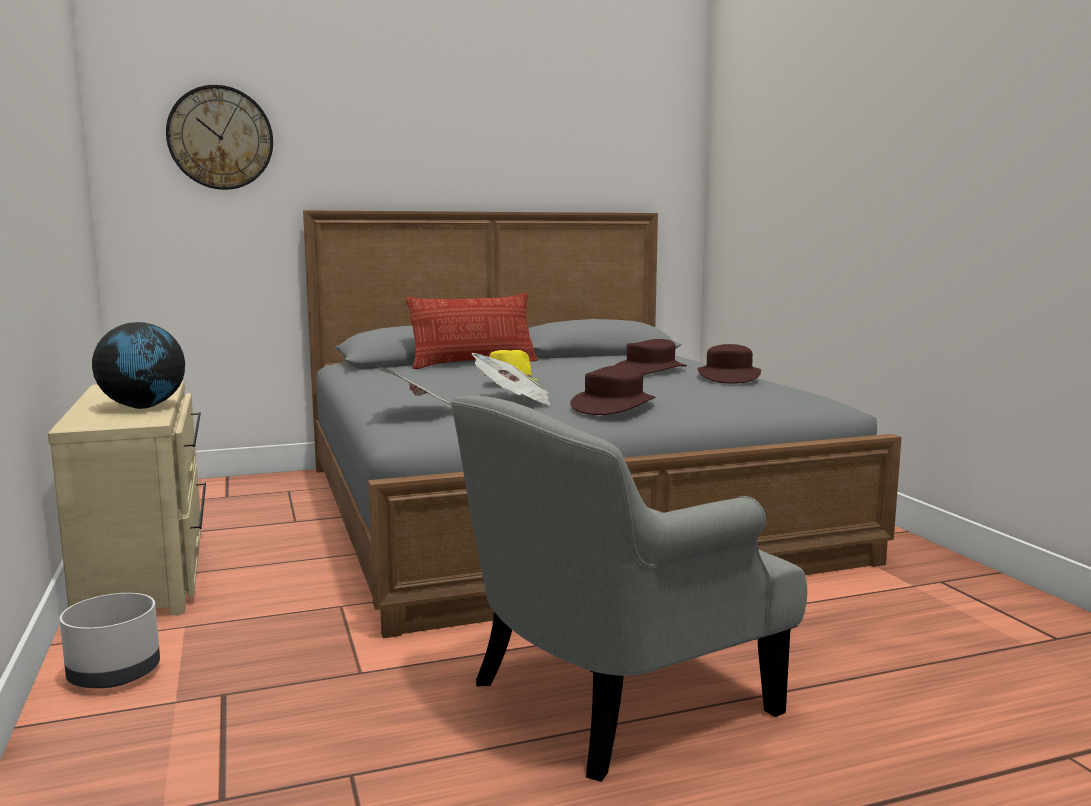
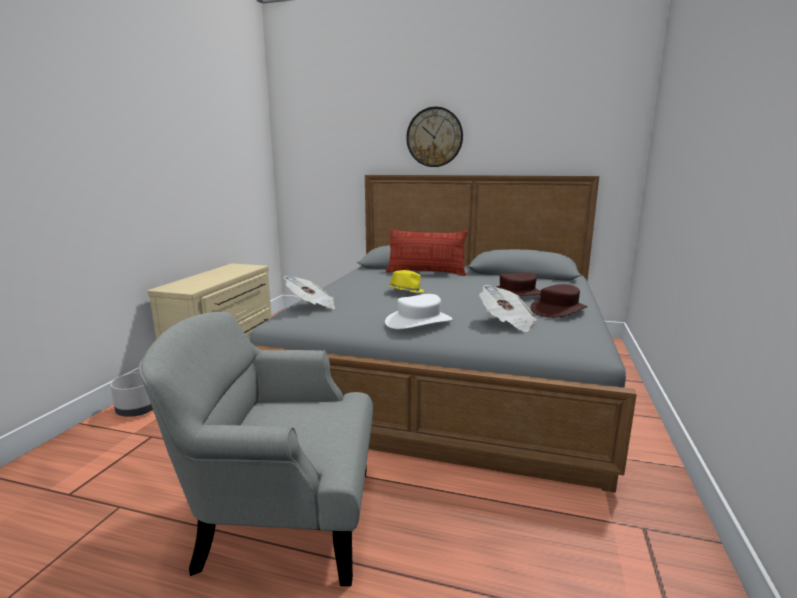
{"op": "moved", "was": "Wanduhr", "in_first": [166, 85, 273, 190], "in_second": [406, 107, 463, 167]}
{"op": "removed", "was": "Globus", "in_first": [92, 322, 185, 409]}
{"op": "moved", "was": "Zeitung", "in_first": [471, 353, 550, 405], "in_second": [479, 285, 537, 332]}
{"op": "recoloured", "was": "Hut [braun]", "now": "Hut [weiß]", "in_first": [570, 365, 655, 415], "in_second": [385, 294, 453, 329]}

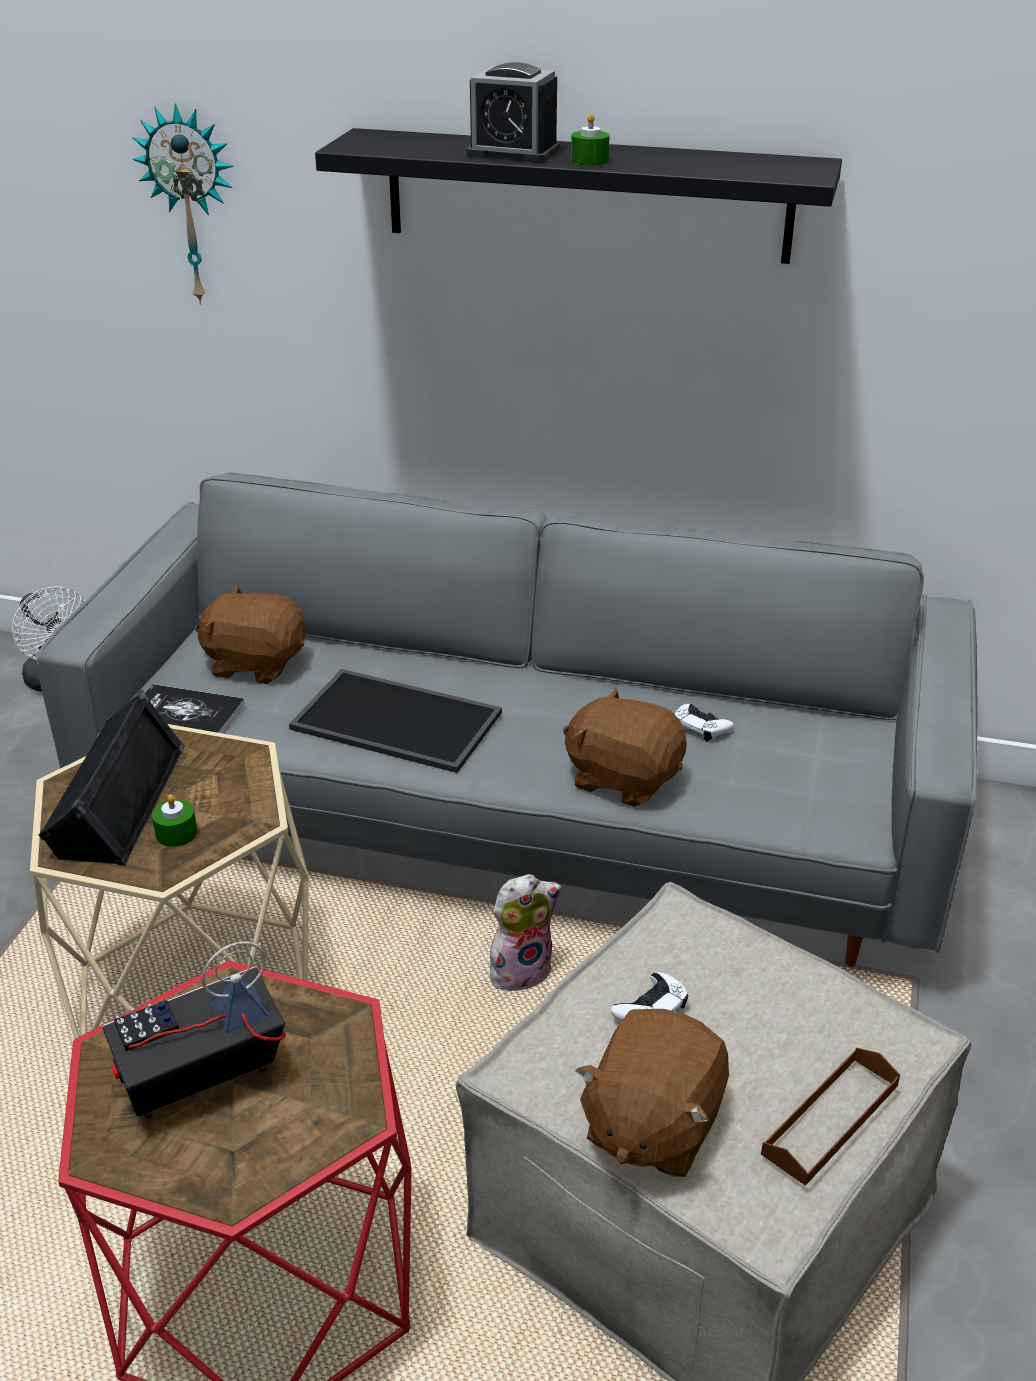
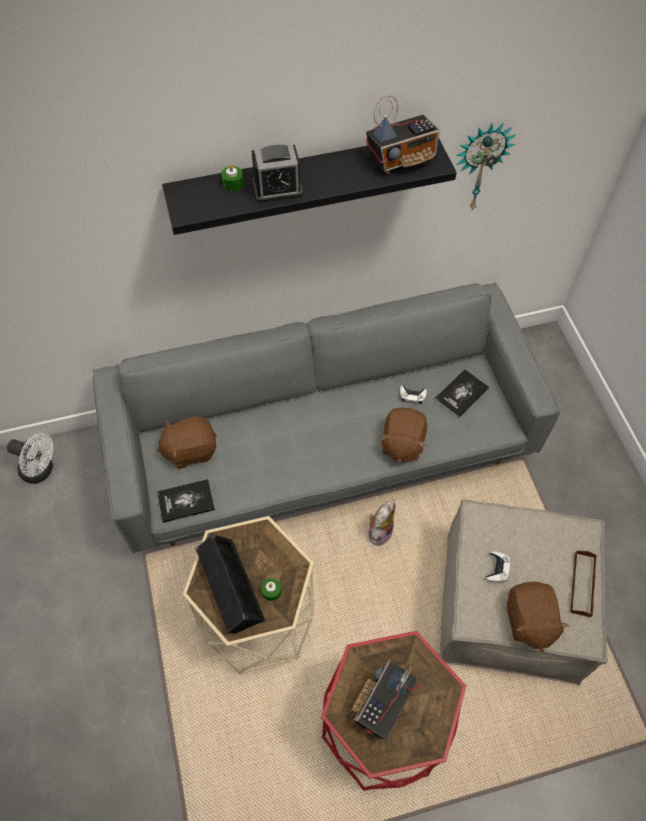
{"op": "moved", "was": "Wanduhr", "in_first": [132, 103, 234, 305], "in_second": [456, 124, 515, 210]}
{"op": "moved", "was": "Kerze [grün]", "in_first": [571, 113, 610, 166], "in_second": [221, 164, 244, 192]}
{"op": "removed", "was": "Tablett", "in_first": [289, 669, 502, 773]}
{"op": "turned", "was": "Plüschtier [braun]", "in_first": [563, 688, 687, 807], "in_second": [380, 407, 427, 463], "clockwise": -75}
{"op": "added", "now": "Radio", "in_second": [366, 95, 440, 175]}
{"op": "added", "now": "Buch", "in_second": [434, 369, 489, 419]}

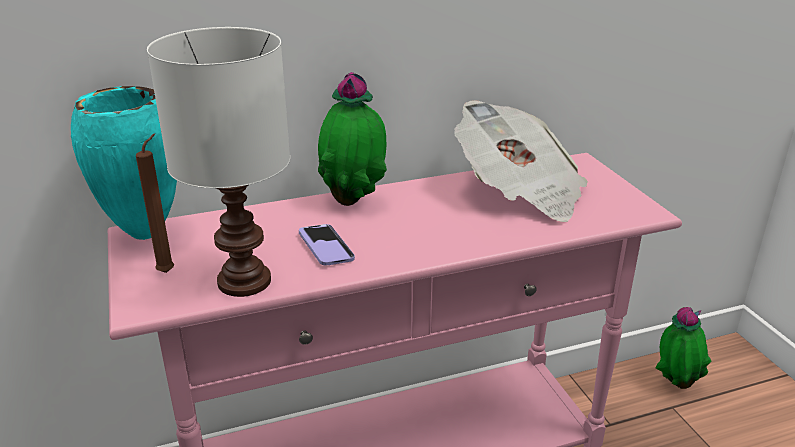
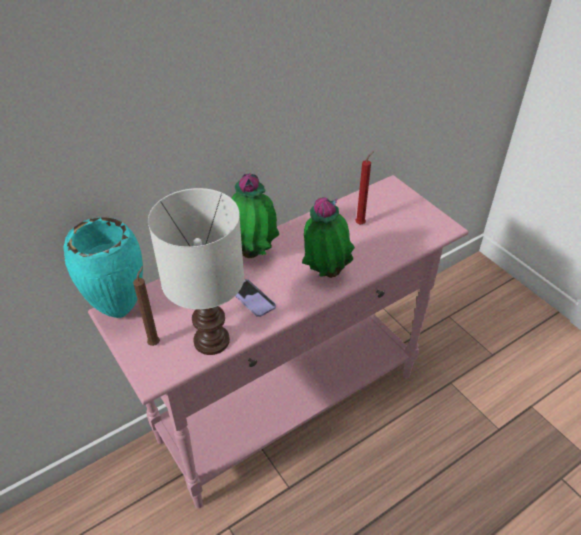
{"op": "replaced", "was": "Zeitung", "now": "Kerze [rot]", "in_first": [454, 100, 588, 222], "in_second": [355, 151, 374, 224]}
{"op": "moved", "was": "Topfpflanze", "in_first": [656, 307, 712, 389], "in_second": [302, 197, 355, 278]}

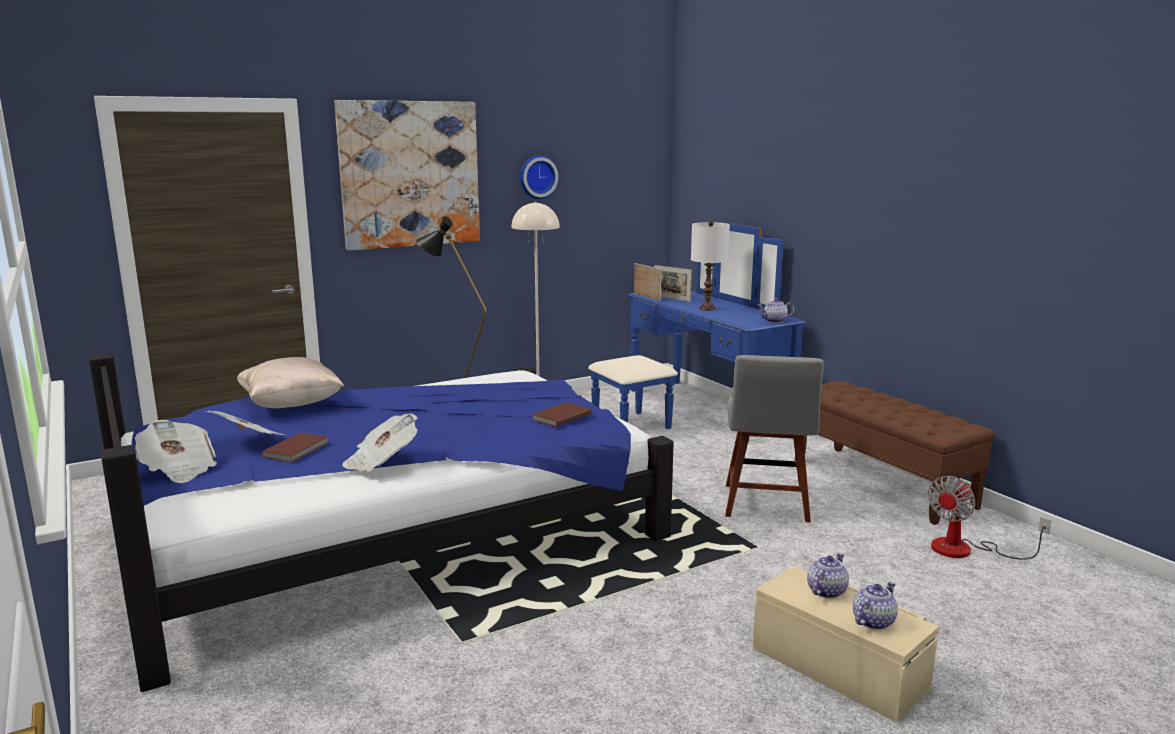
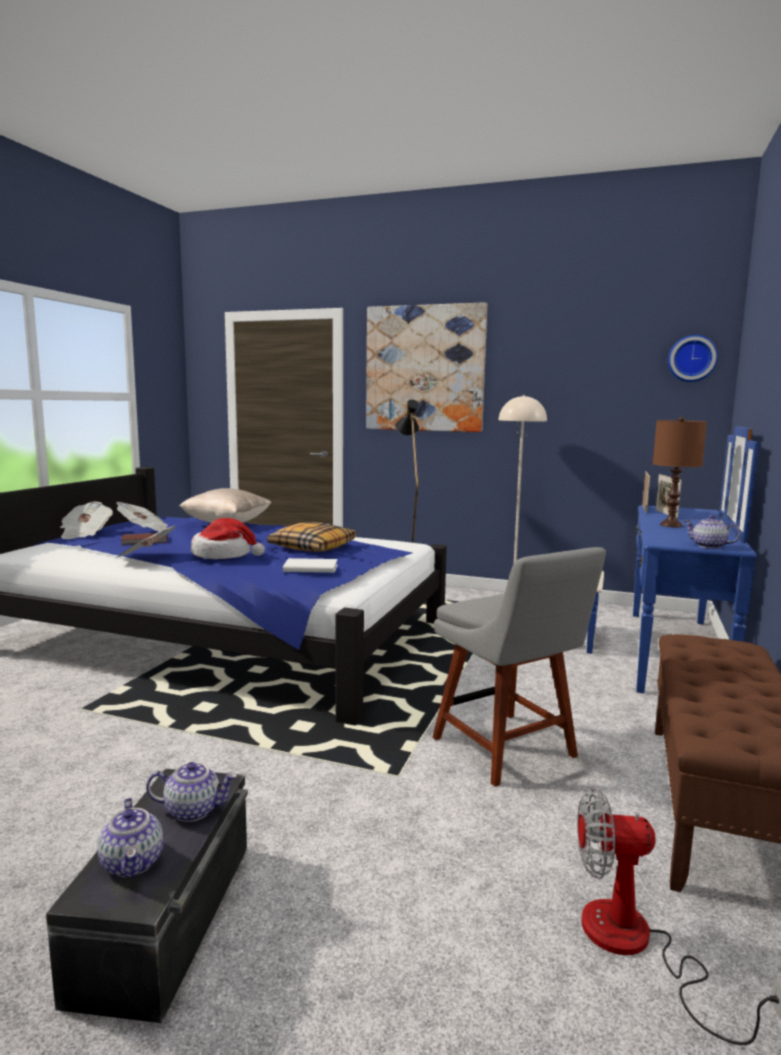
{"op": "moved", "was": "Wanduhr", "in_first": [520, 155, 558, 199], "in_second": [668, 335, 718, 382]}
{"op": "recoloured", "was": "Tischlampe [weiß]", "now": "Tischlampe [braun]", "in_first": [691, 221, 730, 311], "in_second": [653, 417, 707, 528]}
{"op": "turned", "was": "Stuhl [grau]", "in_first": [725, 355, 824, 523], "in_second": [432, 547, 606, 787], "clockwise": -90}
{"op": "recoloured", "was": "Buch [braun]", "now": "Buch [weiß]", "in_first": [532, 402, 591, 427], "in_second": [283, 558, 337, 573]}
{"op": "recoloured", "was": "Aufbewahrungsbox [beige]", "now": "Aufbewahrungsbox [schwarz]", "in_first": [753, 566, 939, 723], "in_second": [46, 769, 248, 1023]}
{"op": "turned", "was": "Teekanne", "in_first": [853, 581, 898, 630], "in_second": [98, 798, 163, 878], "clockwise": 60}
{"op": "added", "now": "Hut", "in_second": [191, 518, 265, 559]}
{"op": "added", "now": "Kissen", "in_second": [267, 522, 356, 552]}

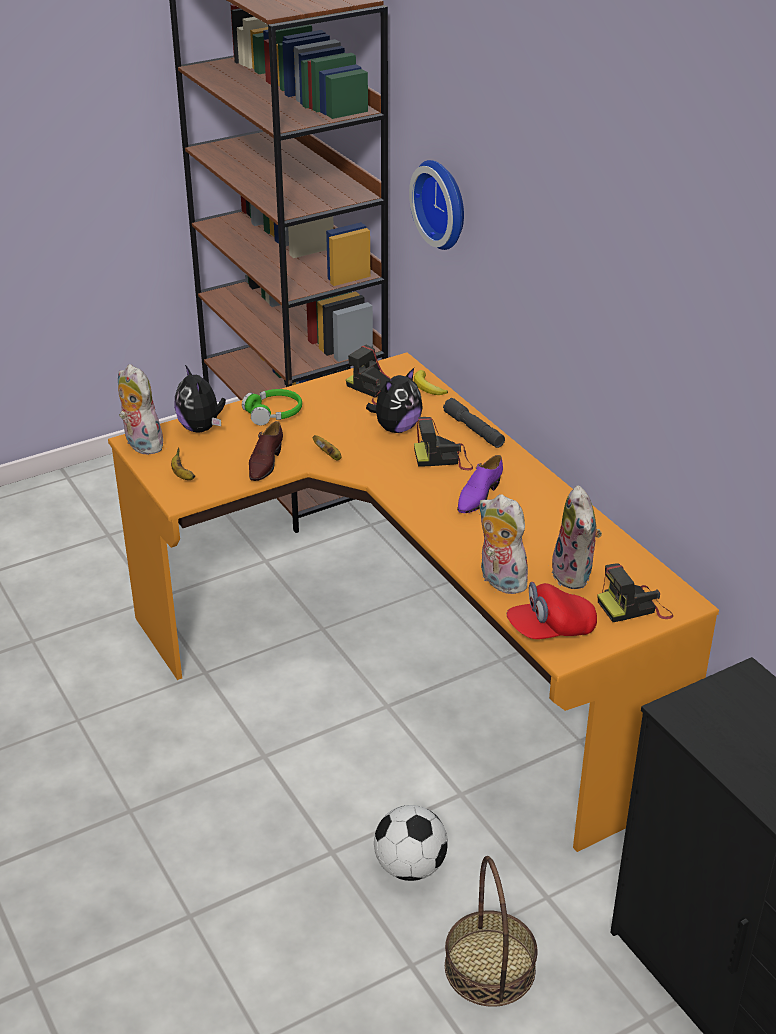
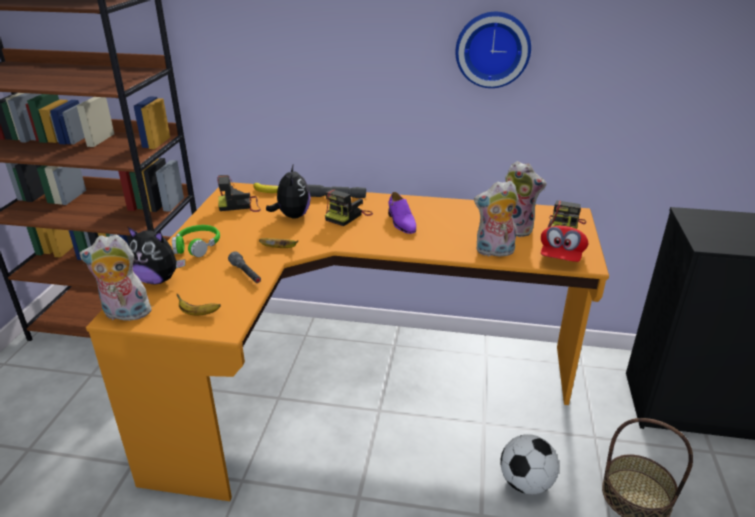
{"op": "moved", "was": "Wanduhr", "in_first": [409, 160, 464, 250], "in_second": [455, 12, 531, 88]}
{"op": "replaced", "was": "Schuh [braun]", "now": "Taschenlampe [grau]", "in_first": [249, 421, 283, 481], "in_second": [228, 251, 261, 283]}

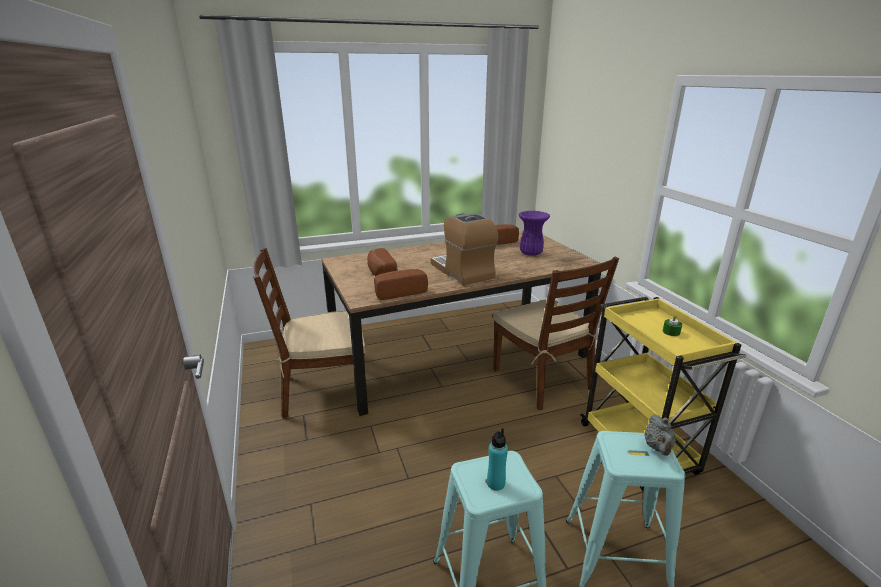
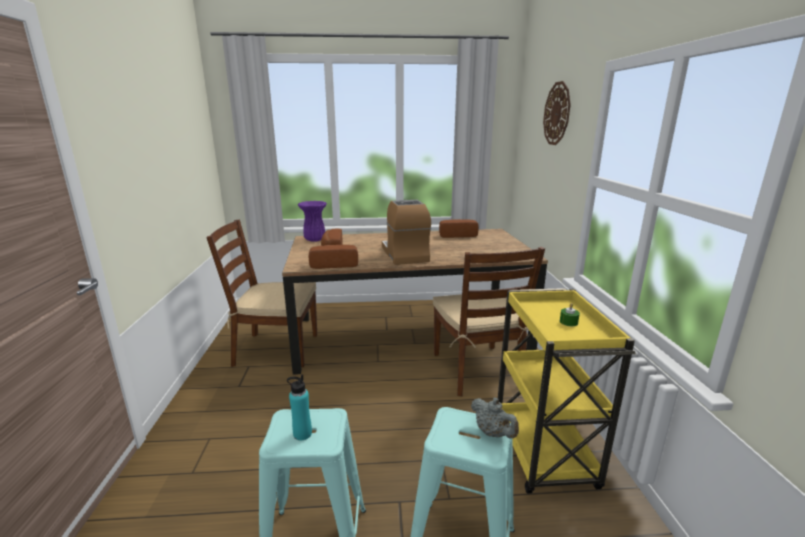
{"op": "moved", "was": "Vase [lila]", "in_first": [518, 211, 550, 256], "in_second": [298, 201, 327, 242]}
{"op": "turned", "was": "Teekanne [grau]", "in_first": [644, 415, 676, 456], "in_second": [471, 398, 519, 438], "clockwise": -60}
{"op": "added", "now": "Wanduhr", "in_second": [543, 81, 571, 145]}

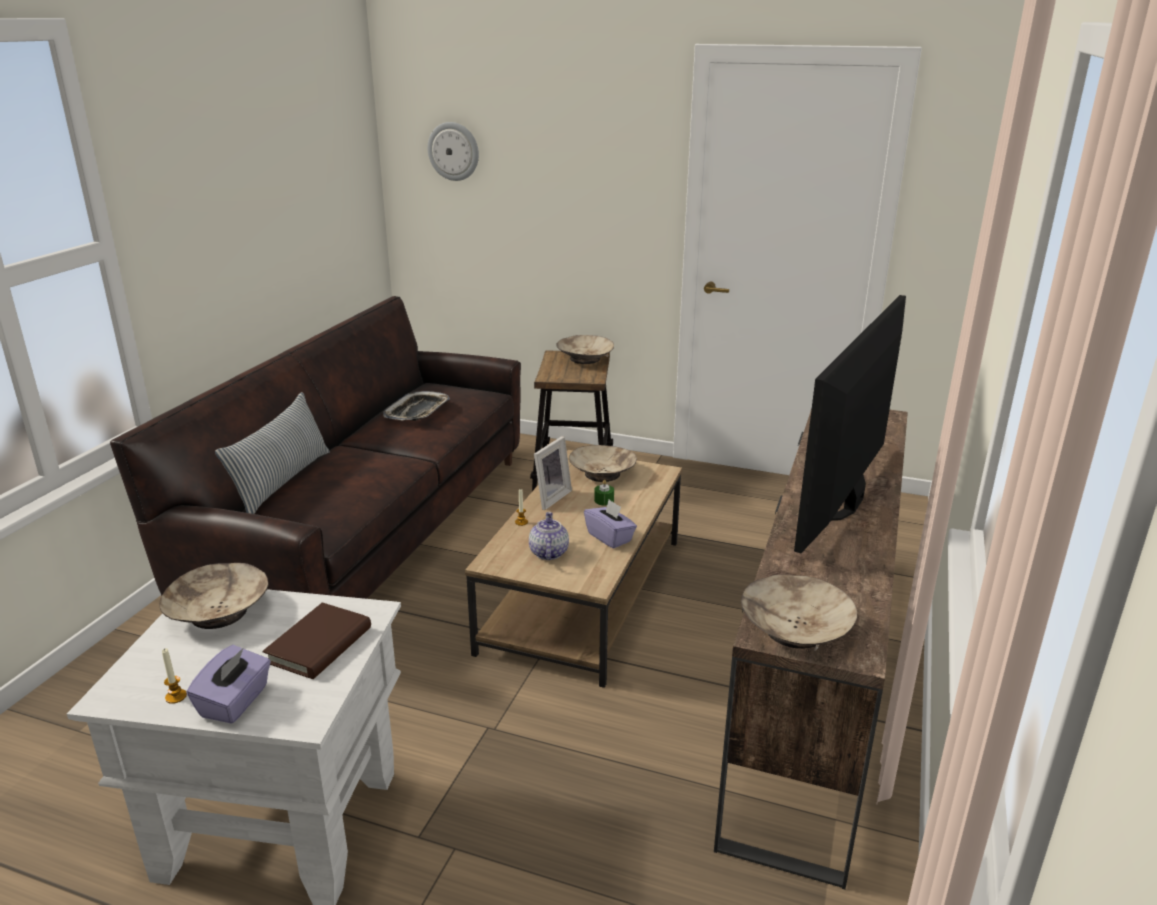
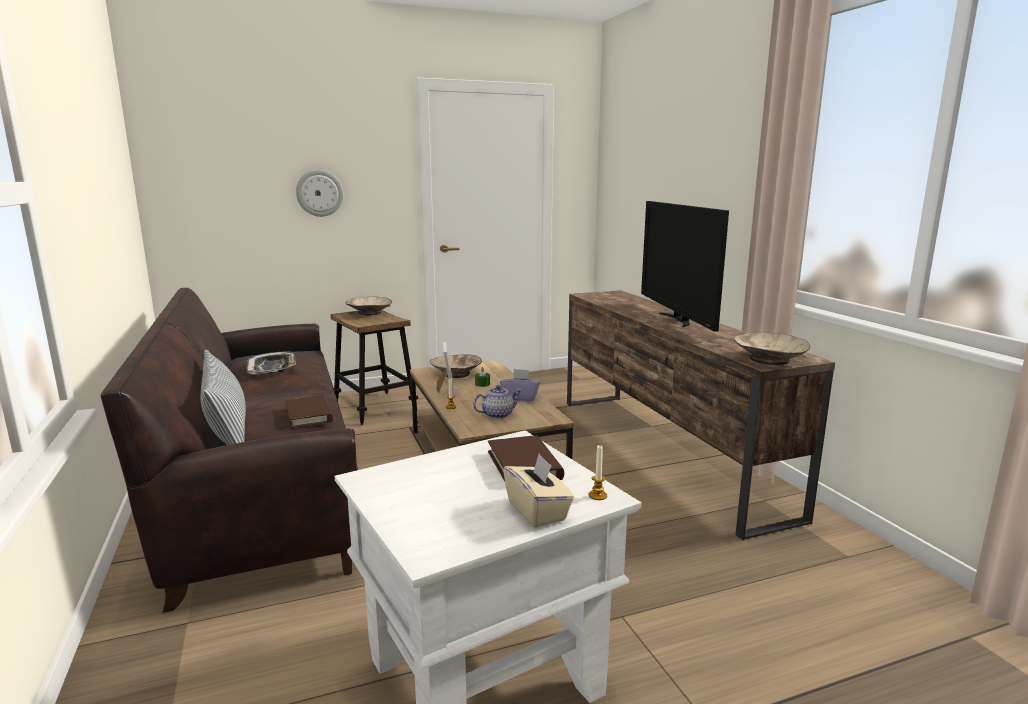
{"op": "moved", "was": "Wanduhr", "in_first": [428, 122, 479, 181], "in_second": [296, 170, 343, 217]}
{"op": "turned", "was": "Teekanne", "in_first": [529, 512, 569, 560], "in_second": [473, 385, 522, 419], "clockwise": 105}
{"op": "removed", "was": "Schüssel [beige]", "in_first": [159, 563, 268, 629]}
{"op": "recoloured", "was": "Taschentuchbox [lila]", "now": "Taschentuchbox [beige]", "in_first": [186, 645, 271, 724], "in_second": [503, 454, 574, 528]}
{"op": "moved", "was": "Kerze", "in_first": [162, 648, 187, 704], "in_second": [589, 445, 607, 500]}
{"op": "added", "now": "Buch [braun]", "in_second": [285, 395, 333, 428]}

